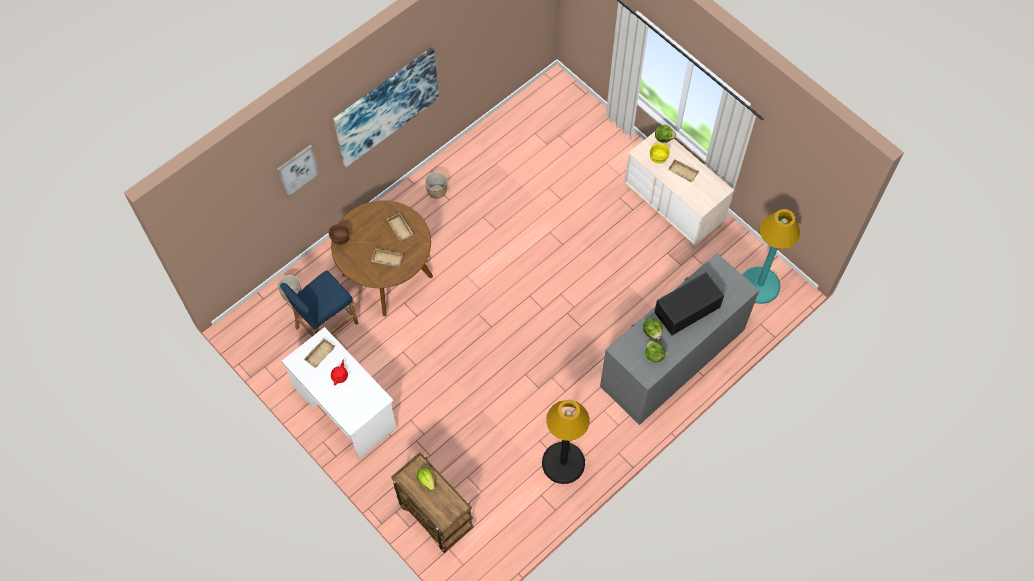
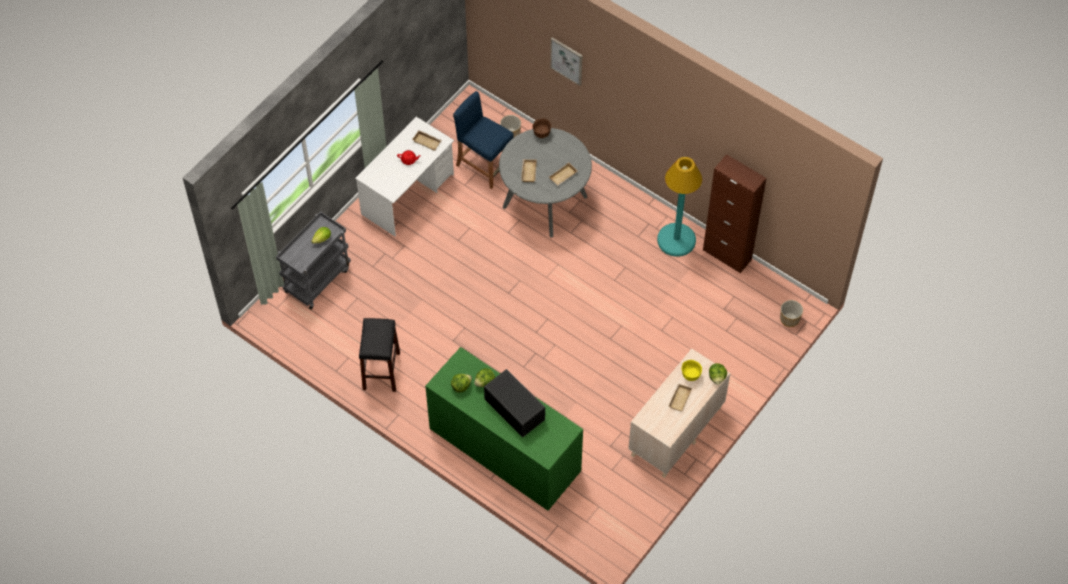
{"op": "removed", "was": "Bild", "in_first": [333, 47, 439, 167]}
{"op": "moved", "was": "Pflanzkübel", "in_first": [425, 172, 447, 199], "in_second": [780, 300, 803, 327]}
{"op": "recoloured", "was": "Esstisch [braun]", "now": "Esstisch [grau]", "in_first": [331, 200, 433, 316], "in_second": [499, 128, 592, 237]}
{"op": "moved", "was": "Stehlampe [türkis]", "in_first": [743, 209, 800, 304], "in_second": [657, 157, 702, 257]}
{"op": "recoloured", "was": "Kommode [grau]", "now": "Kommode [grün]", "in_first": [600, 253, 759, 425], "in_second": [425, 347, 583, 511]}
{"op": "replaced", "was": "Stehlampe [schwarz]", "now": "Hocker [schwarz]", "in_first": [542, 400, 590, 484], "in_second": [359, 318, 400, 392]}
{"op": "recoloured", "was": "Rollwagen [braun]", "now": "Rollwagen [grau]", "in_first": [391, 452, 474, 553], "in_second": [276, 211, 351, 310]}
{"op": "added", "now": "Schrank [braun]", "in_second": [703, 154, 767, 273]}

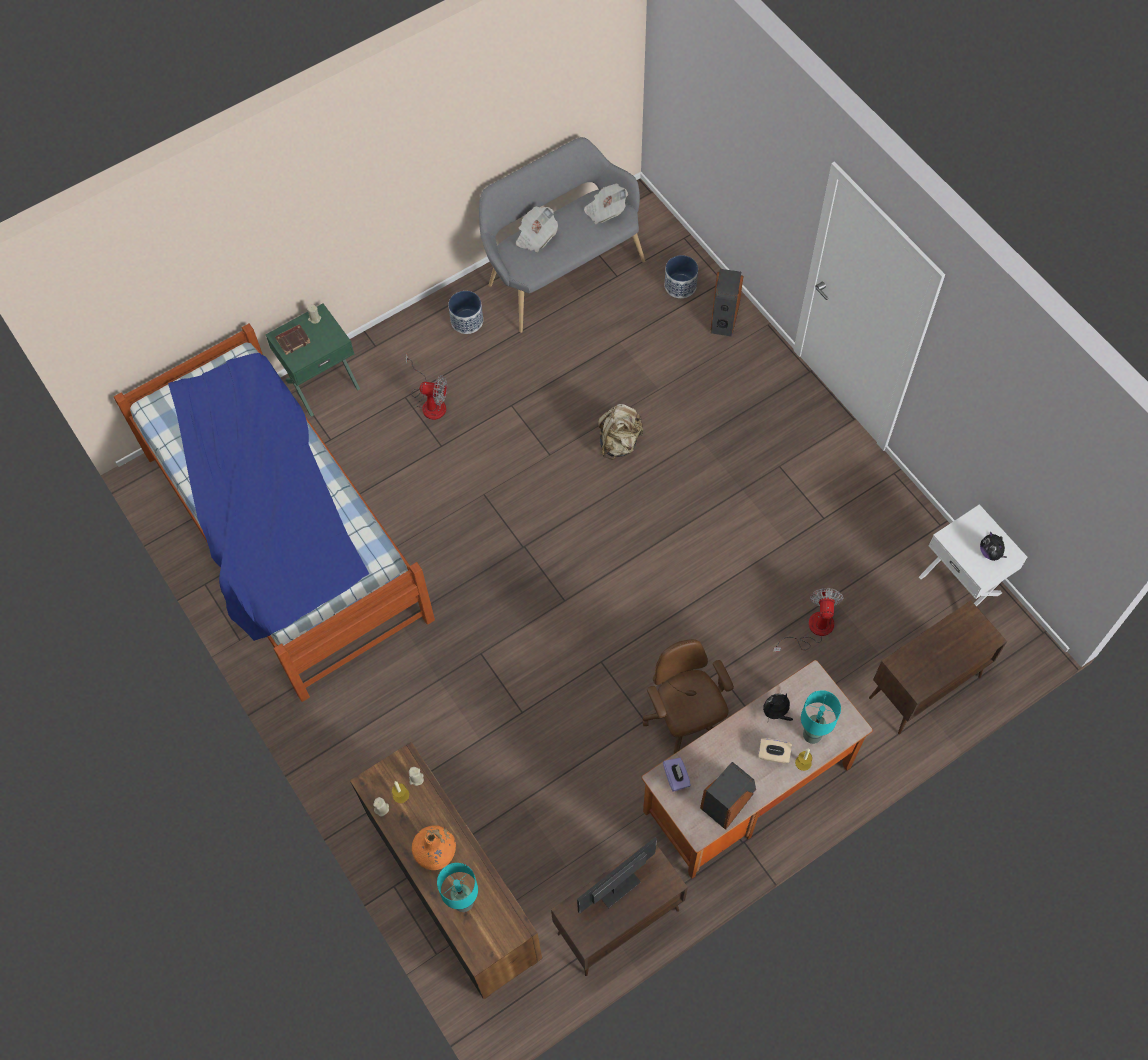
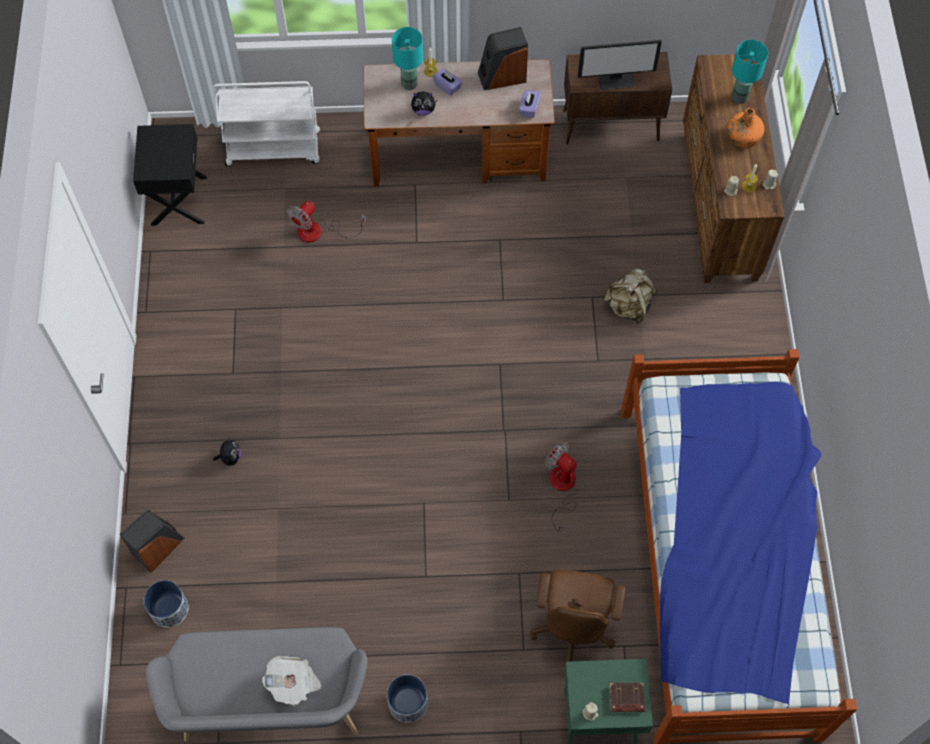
{"op": "removed", "was": "Zeitung", "in_first": [584, 184, 628, 224]}
{"op": "moved", "was": "Ventilator", "in_first": [405, 354, 447, 420], "in_second": [545, 442, 578, 532]}
{"op": "moved", "was": "Rucksack [beige]", "in_first": [598, 404, 643, 460], "in_second": [604, 269, 657, 323]}
{"op": "recoloured", "was": "Nachttisch [weiß]", "now": "Nachttisch [schwarz]", "in_first": [919, 504, 1027, 606], "in_second": [133, 124, 207, 226]}
{"op": "moved", "was": "Plüschtier", "in_first": [980, 532, 1007, 561], "in_second": [213, 438, 241, 466]}
{"op": "replaced", "was": "Schrank [braun]", "now": "Rollwagen [weiß]", "in_first": [869, 600, 1007, 734], "in_second": [213, 81, 320, 167]}
{"op": "moved", "was": "Bürostuhl [braun]", "in_first": [643, 639, 734, 754], "in_second": [530, 570, 626, 662]}
{"op": "recoloured", "was": "Taschentuchbox [beige]", "now": "Taschentuchbox [lila]", "in_first": [758, 738, 792, 764], "in_second": [433, 68, 462, 96]}

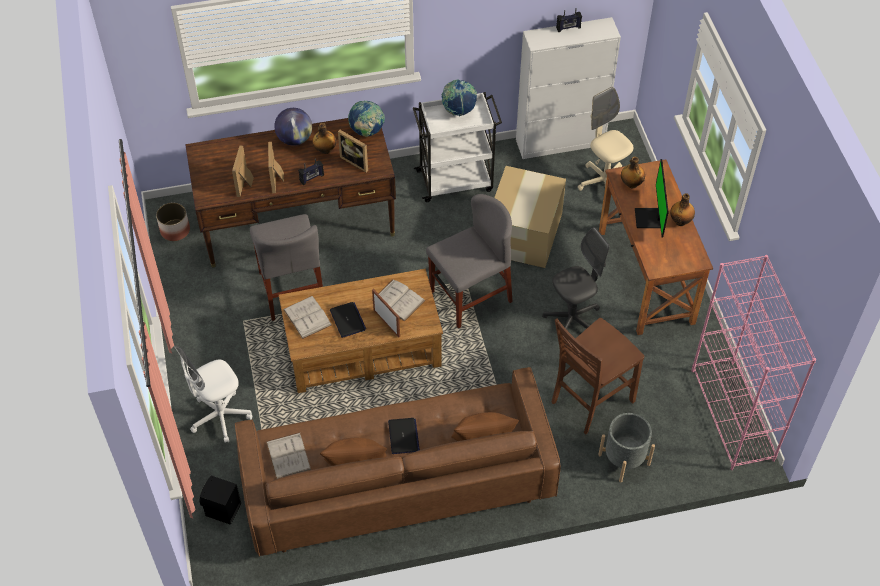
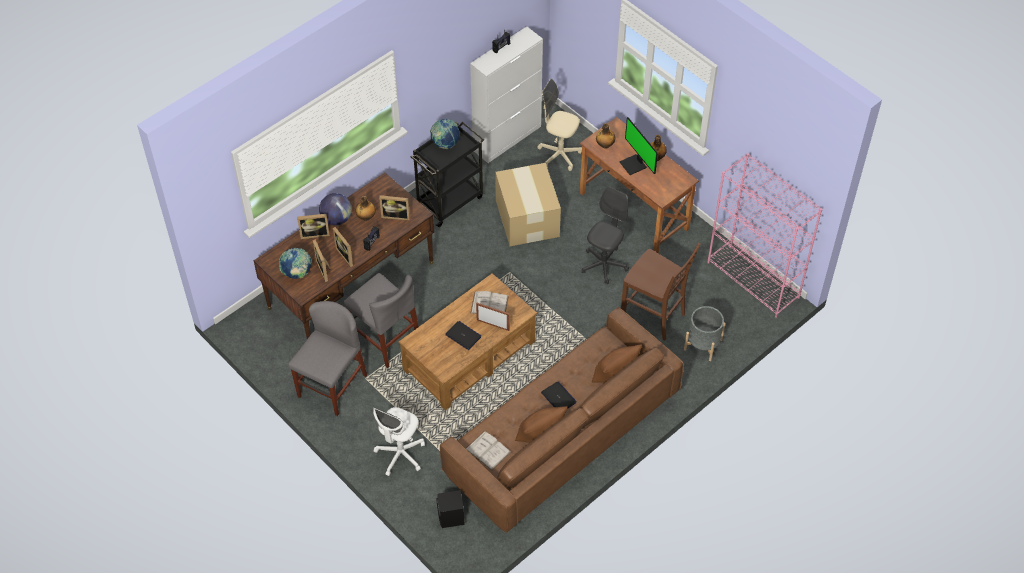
{"op": "recoloured", "was": "Rollwagen [weiß]", "now": "Rollwagen [schwarz]", "in_first": [413, 92, 502, 202], "in_second": [411, 122, 484, 227]}
{"op": "moved", "was": "Globus", "in_first": [348, 101, 385, 137], "in_second": [279, 248, 311, 279]}
{"op": "moved", "was": "Stuhl [grau]", "in_first": [426, 194, 513, 329], "in_second": [288, 301, 367, 416]}
{"op": "removed", "was": "Pflanzkübel", "in_first": [156, 203, 190, 241]}
{"op": "removed", "was": "Buch [weiß]", "in_first": [283, 296, 332, 339]}
{"op": "turned", "was": "Stuhl [braun]", "in_first": [552, 318, 644, 434], "in_second": [621, 243, 701, 341], "clockwise": -75}
{"op": "added", "now": "Bilderrahmen", "in_second": [297, 214, 330, 239]}

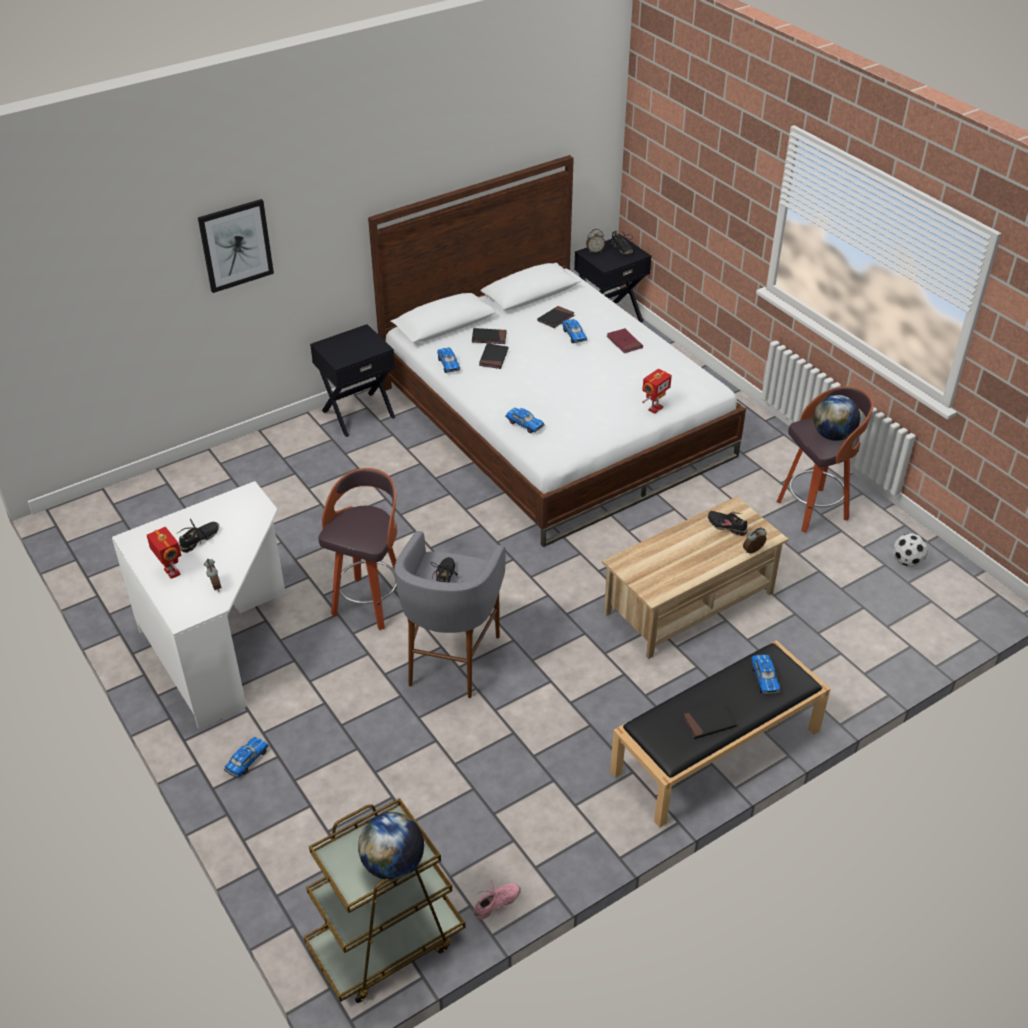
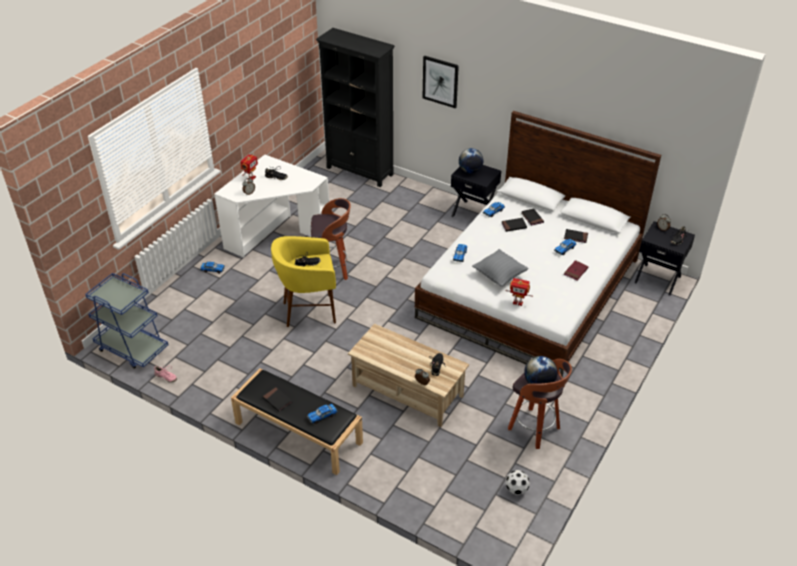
{"op": "recoloured", "was": "Hocker [grau]", "now": "Hocker [gelb]", "in_first": [394, 531, 506, 698], "in_second": [271, 236, 336, 327]}
{"op": "recoloured", "was": "Rollwagen [braun]", "now": "Rollwagen [blau]", "in_first": [304, 798, 466, 1003], "in_second": [85, 273, 168, 369]}
{"op": "moved", "was": "Globus", "in_first": [358, 812, 424, 880], "in_second": [459, 148, 483, 173]}
{"op": "added", "now": "Bücherregal [schwarz]", "in_second": [316, 28, 395, 187]}
{"op": "added", "now": "Kissen [grau]", "in_second": [472, 249, 529, 287]}

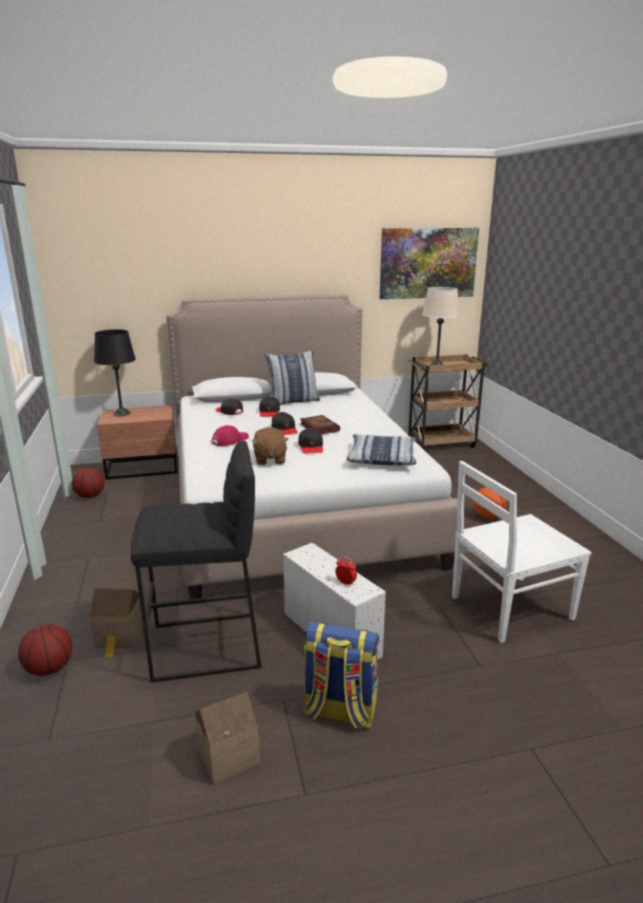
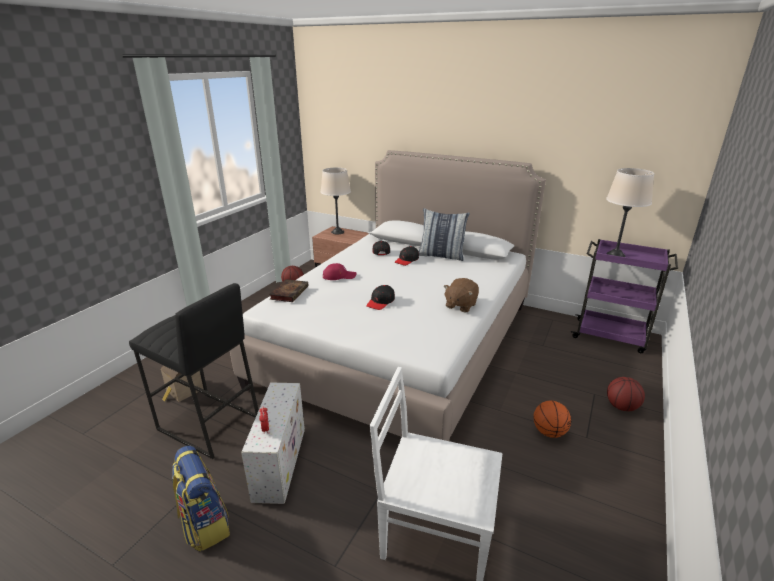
{"op": "removed", "was": "Bild", "in_first": [380, 228, 479, 299]}
{"op": "recoloured", "was": "Tischlampe [schwarz]", "now": "Tischlampe [beige]", "in_first": [94, 329, 136, 416], "in_second": [321, 168, 351, 234]}
{"op": "recoloured", "was": "Rollwagen [braun]", "now": "Rollwagen [lila]", "in_first": [408, 354, 489, 449], "in_second": [570, 239, 678, 353]}
{"op": "removed", "was": "Kappe [schwarz]", "in_first": [272, 412, 298, 435]}
{"op": "moved", "was": "Buch", "in_first": [301, 415, 340, 434], "in_second": [269, 279, 309, 302]}
{"op": "moved", "was": "Plüschtier [braun]", "in_first": [252, 427, 289, 465], "in_second": [444, 278, 479, 312]}
{"op": "removed", "was": "Kissen", "in_first": [347, 434, 417, 466]}
{"op": "moved", "was": "Basketball", "in_first": [18, 624, 72, 676], "in_second": [607, 377, 645, 411]}
{"op": "removed", "was": "Spielzeughaus", "in_first": [194, 692, 260, 785]}

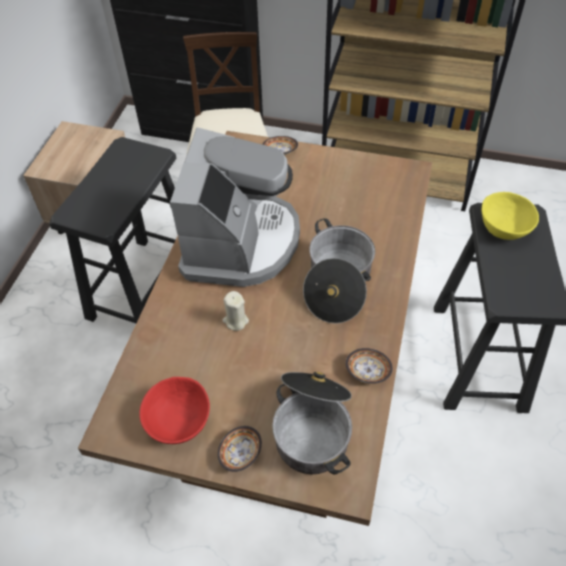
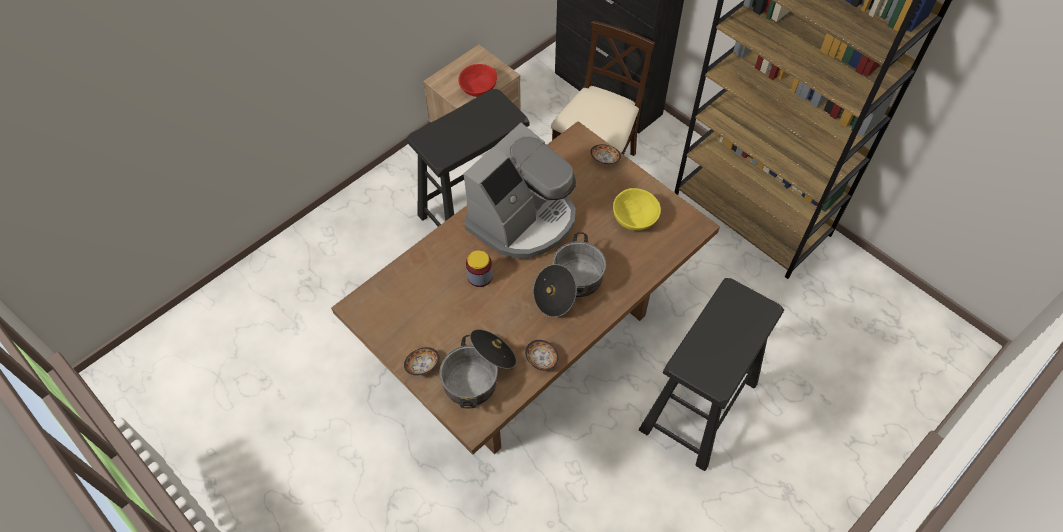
{"op": "moved", "was": "Schüssel [gelb]", "in_first": [481, 192, 539, 240], "in_second": [613, 188, 661, 231]}
{"op": "replaced", "was": "Kerze [beige]", "now": "Vorratsglas", "in_first": [222, 291, 249, 331], "in_second": [466, 250, 493, 287]}
{"op": "moved", "was": "Schüssel [rot]", "in_first": [139, 377, 210, 444], "in_second": [458, 64, 497, 97]}

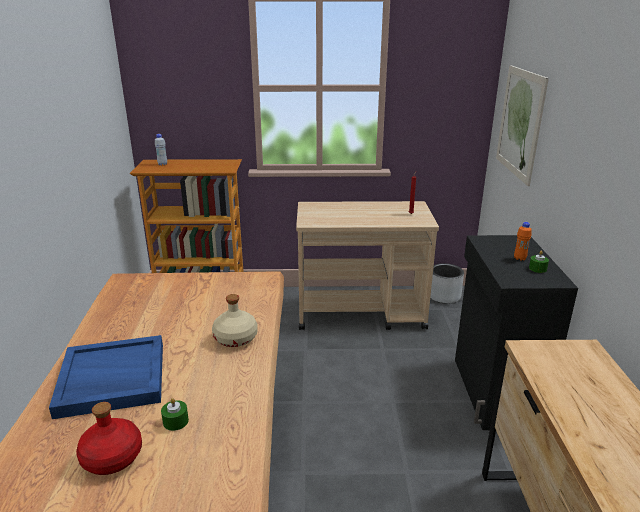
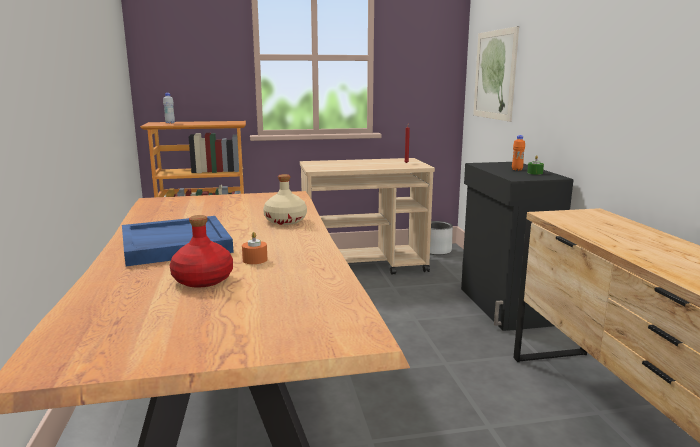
{"op": "recoloured", "was": "Kerze [grün]", "now": "Kerze [orange]", "in_first": [161, 398, 189, 431], "in_second": [242, 232, 267, 264]}

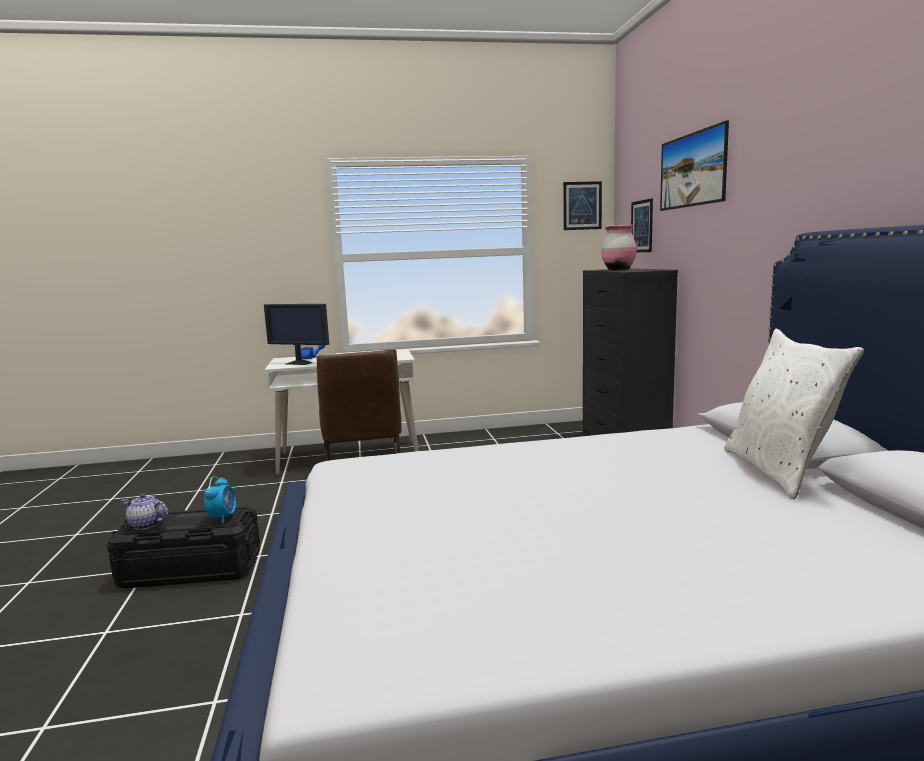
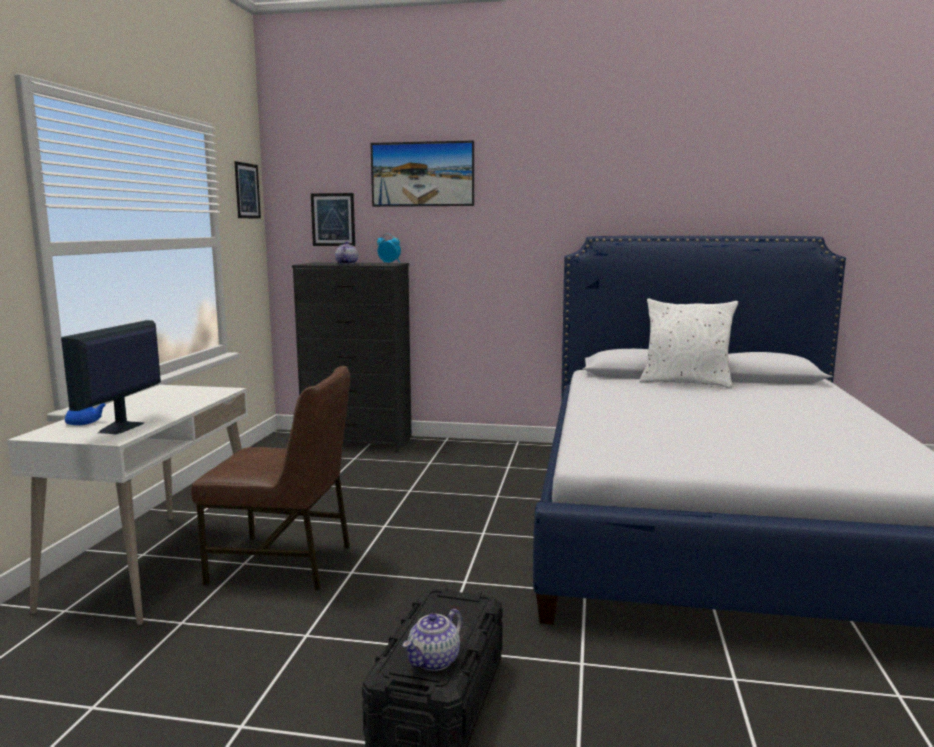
{"op": "replaced", "was": "Vase [rosa]", "now": "Teekanne", "in_first": [601, 225, 637, 270], "in_second": [335, 241, 358, 264]}
{"op": "turned", "was": "Monitor", "in_first": [264, 304, 329, 365], "in_second": [61, 320, 161, 434], "clockwise": 150}
{"op": "moved", "was": "Wecker", "in_first": [204, 476, 236, 523], "in_second": [377, 234, 401, 263]}

